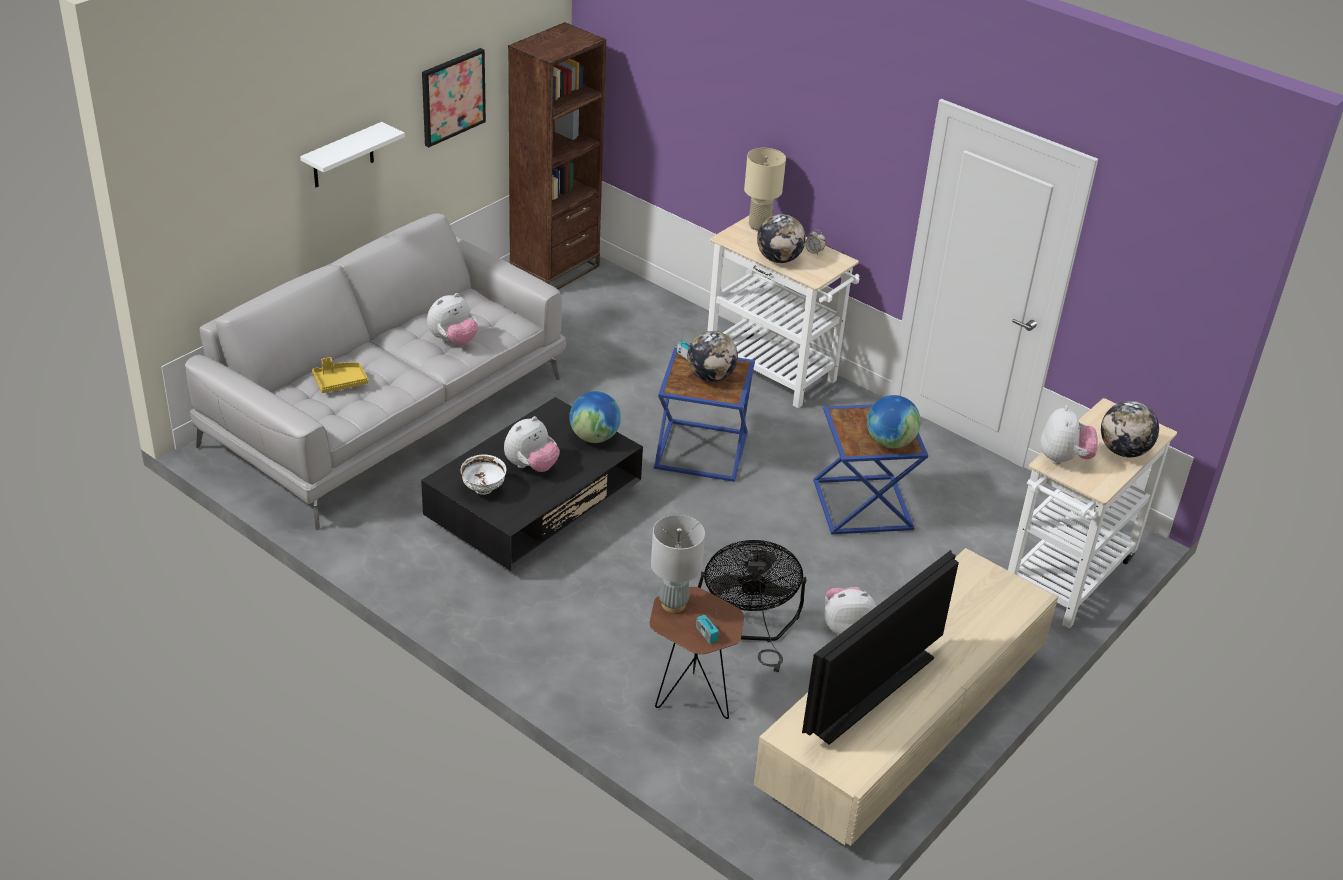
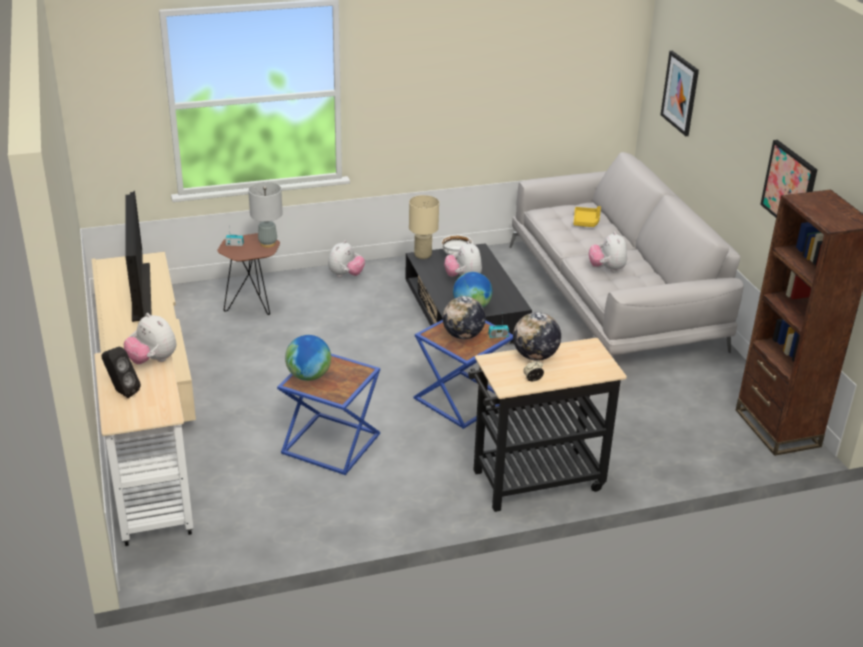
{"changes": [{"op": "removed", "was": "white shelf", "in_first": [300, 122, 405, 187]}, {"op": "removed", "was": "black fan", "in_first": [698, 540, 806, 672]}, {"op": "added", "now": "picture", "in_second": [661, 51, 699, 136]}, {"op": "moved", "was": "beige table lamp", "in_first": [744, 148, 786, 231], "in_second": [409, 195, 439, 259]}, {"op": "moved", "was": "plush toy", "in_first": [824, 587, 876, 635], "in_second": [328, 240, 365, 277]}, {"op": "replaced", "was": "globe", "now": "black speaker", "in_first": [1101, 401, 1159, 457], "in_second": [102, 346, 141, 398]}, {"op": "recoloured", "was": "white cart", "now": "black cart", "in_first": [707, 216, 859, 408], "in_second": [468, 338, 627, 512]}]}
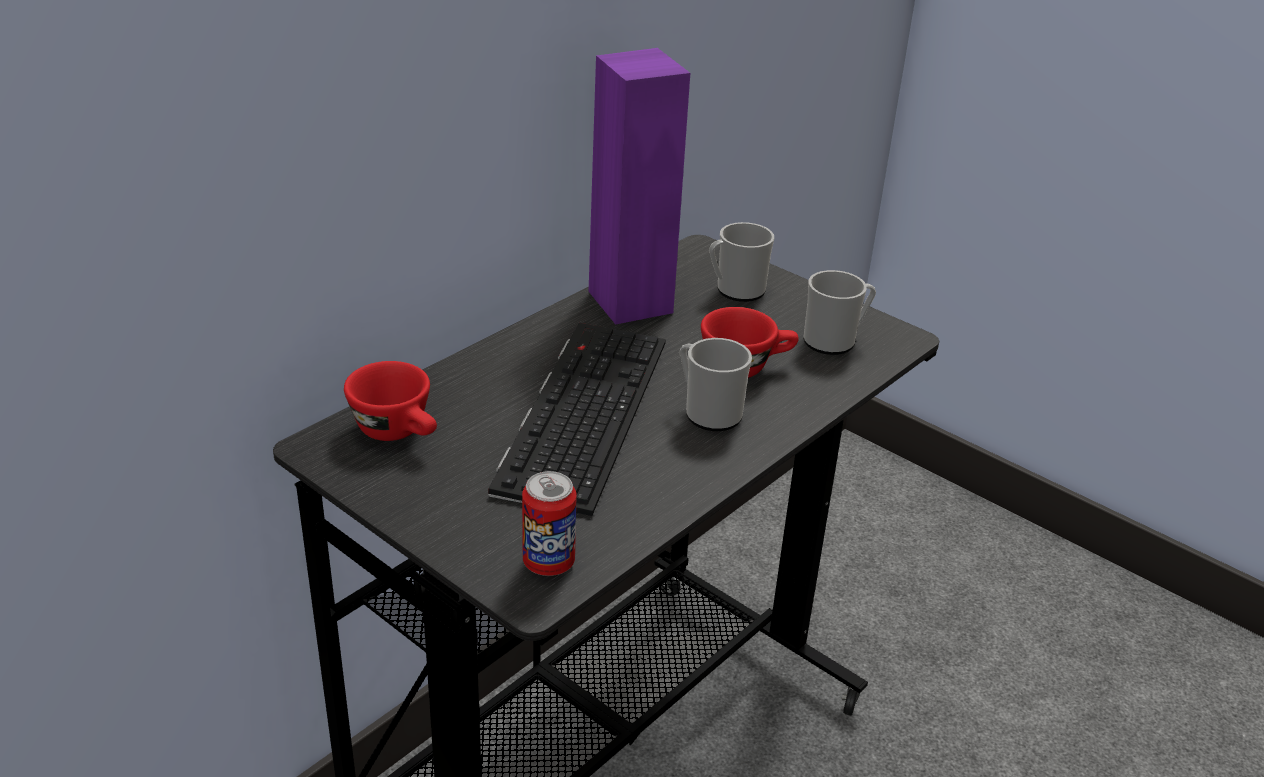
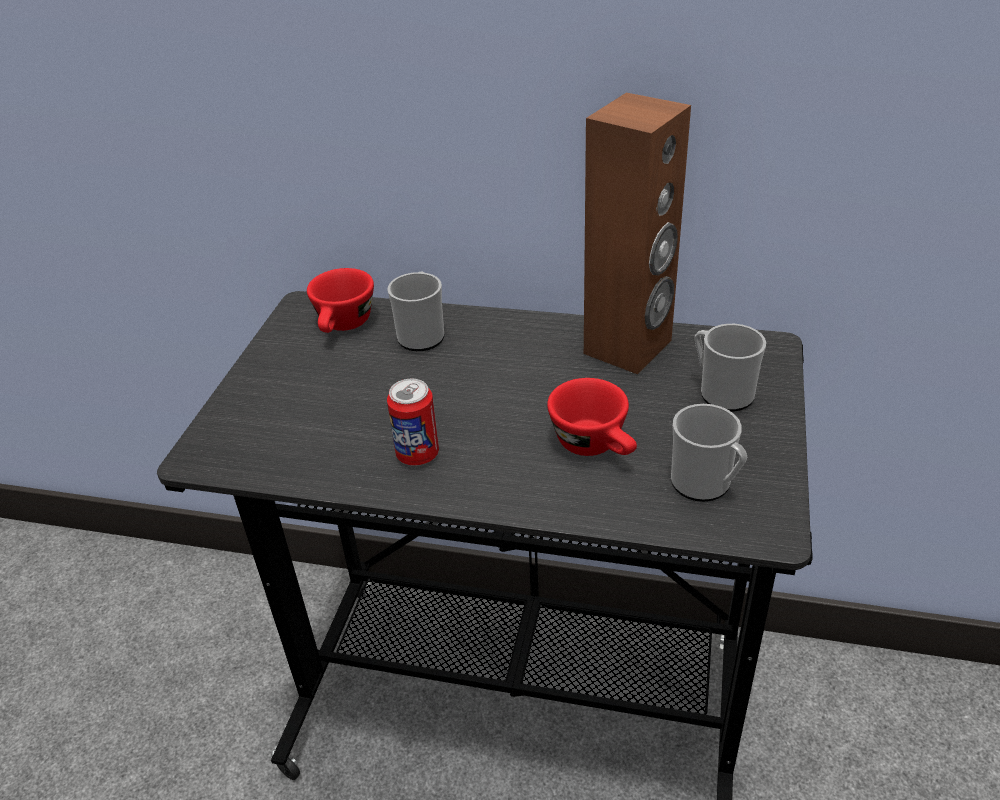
{"changes": [{"op": "removed", "was": "keyboard", "in_first": [488, 323, 666, 516]}, {"op": "moved", "was": "can", "in_first": [522, 471, 577, 576], "in_second": [387, 379, 439, 466]}, {"op": "moved", "was": "mug", "in_first": [680, 338, 752, 431], "in_second": [387, 272, 444, 351]}, {"op": "recoloured", "was": "purple speaker", "now": "brown speaker", "in_first": [588, 48, 690, 325], "in_second": [584, 93, 691, 374]}]}
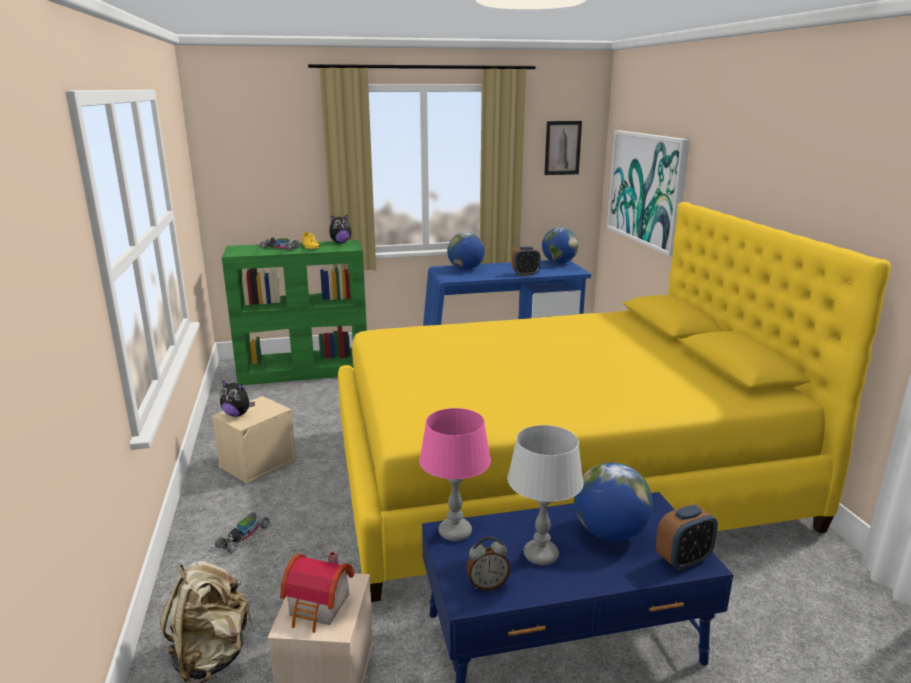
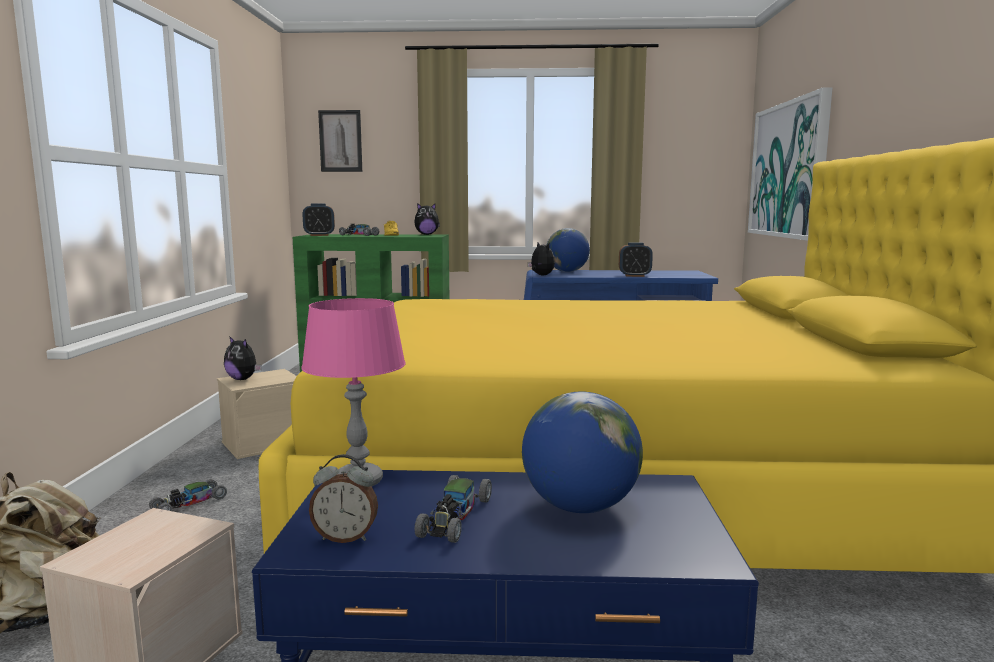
{"changes": [{"op": "removed", "was": "toy house", "in_first": [280, 551, 354, 633]}, {"op": "removed", "was": "globe", "in_first": [542, 227, 578, 264]}, {"op": "added", "now": "plush toy", "in_second": [528, 242, 555, 276]}, {"op": "moved", "was": "picture", "in_first": [544, 121, 582, 175], "in_second": [318, 110, 362, 172]}, {"op": "moved", "was": "alarm clock", "in_first": [656, 504, 718, 570], "in_second": [303, 204, 335, 236]}, {"op": "replaced", "was": "grey table lamp", "now": "toy car", "in_first": [507, 425, 584, 565], "in_second": [415, 475, 492, 543]}]}
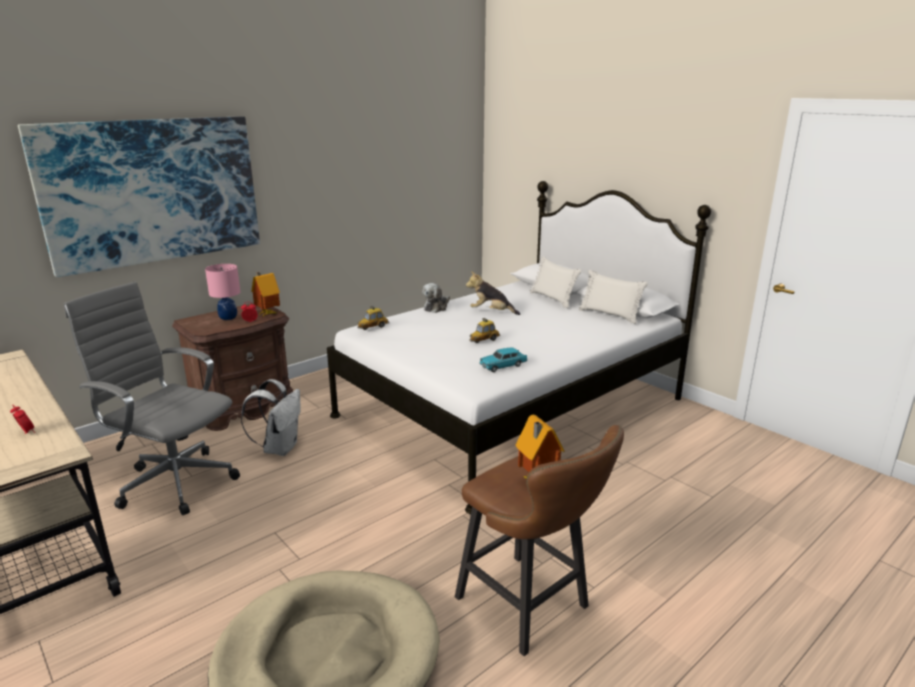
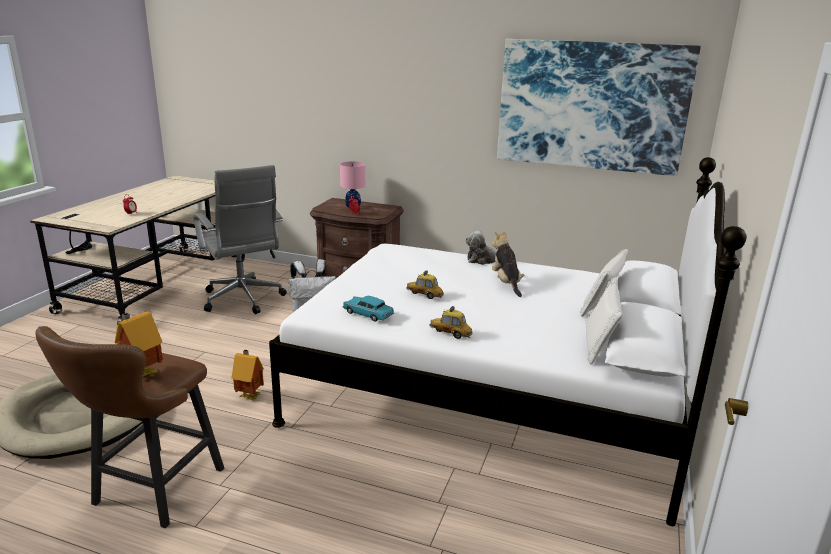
{"changes": [{"op": "moved", "was": "picture", "in_first": [18, 116, 260, 277], "in_second": [497, 39, 701, 176]}, {"op": "moved", "was": "toy house", "in_first": [251, 272, 280, 316], "in_second": [232, 350, 264, 400]}, {"op": "moved", "was": "toy car", "in_first": [357, 306, 389, 330], "in_second": [429, 306, 473, 339]}, {"op": "turned", "was": "grey office chair", "in_first": [64, 282, 240, 515], "in_second": [193, 165, 287, 314], "clockwise": 150}]}
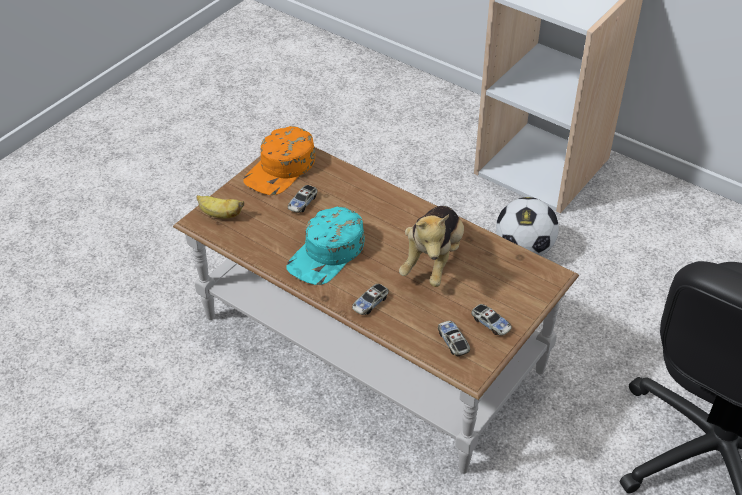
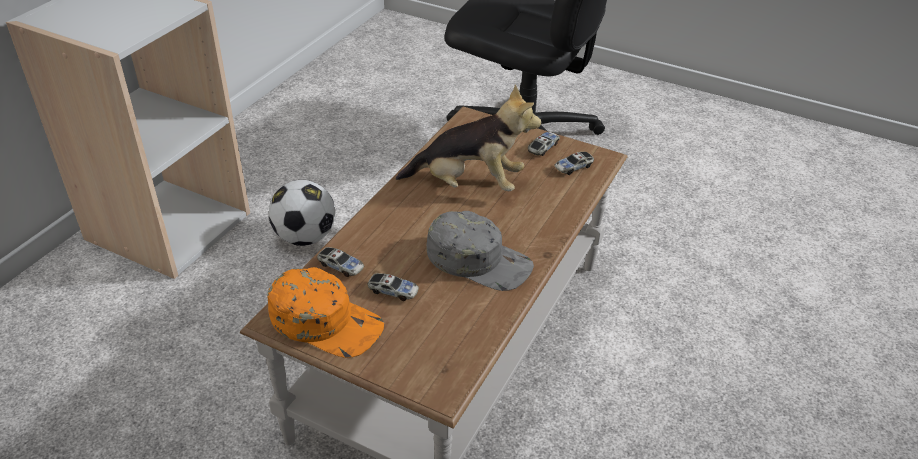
{"changes": [{"op": "removed", "was": "banana", "in_first": [197, 195, 244, 218]}, {"op": "moved", "was": "toy car", "in_first": [352, 284, 389, 315], "in_second": [317, 247, 364, 277]}, {"op": "recoloured", "was": "turquoise cap", "now": "grey cap", "in_first": [287, 206, 365, 285], "in_second": [427, 211, 534, 291]}]}
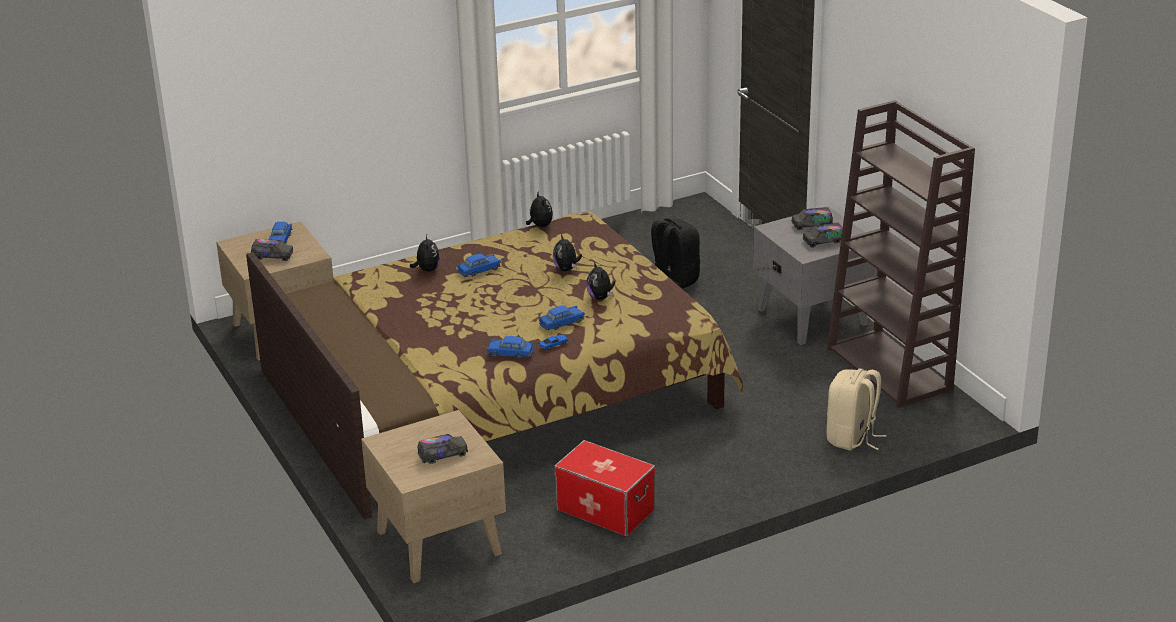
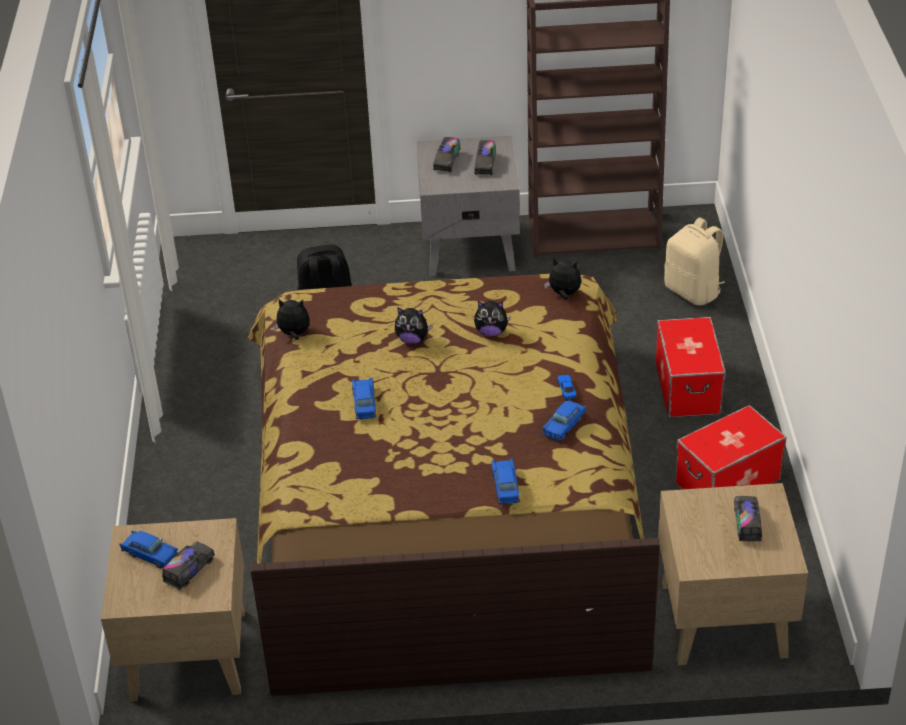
{"changes": [{"op": "added", "now": "storage box", "in_second": [656, 317, 726, 417]}, {"op": "moved", "was": "plush toy", "in_first": [410, 235, 440, 272], "in_second": [544, 258, 581, 300]}, {"op": "moved", "was": "blue toy car", "in_first": [539, 306, 585, 331], "in_second": [491, 458, 520, 504]}]}
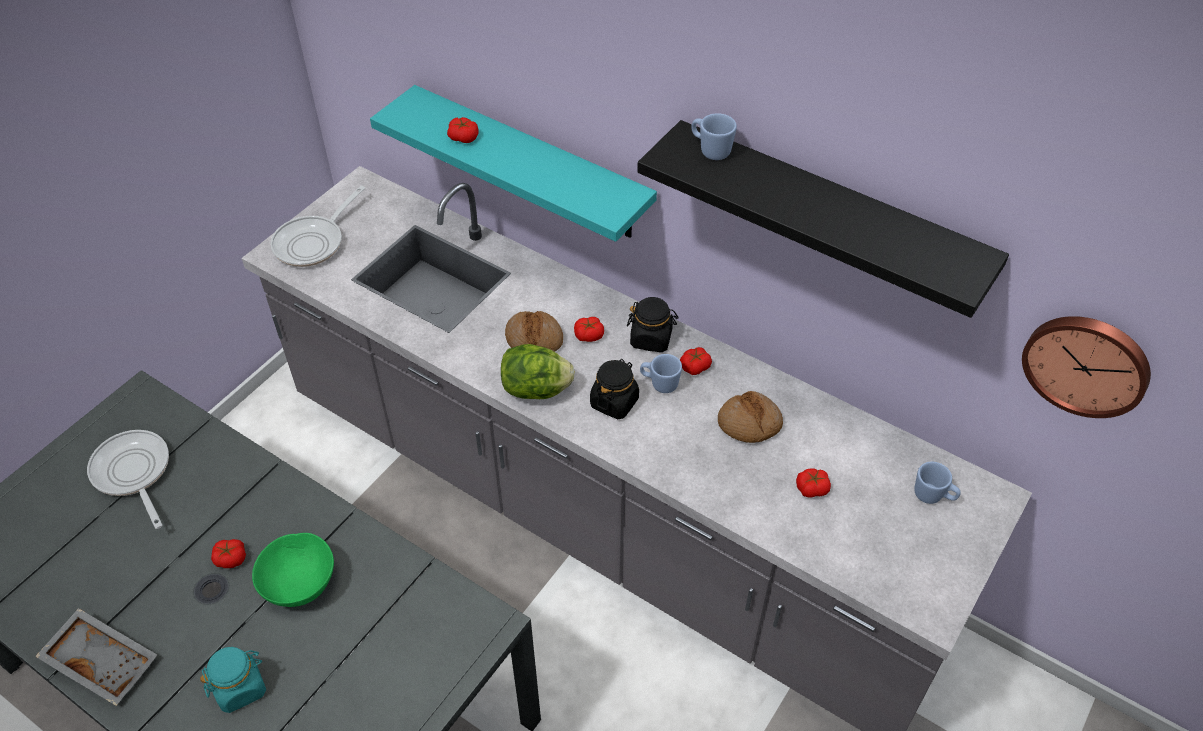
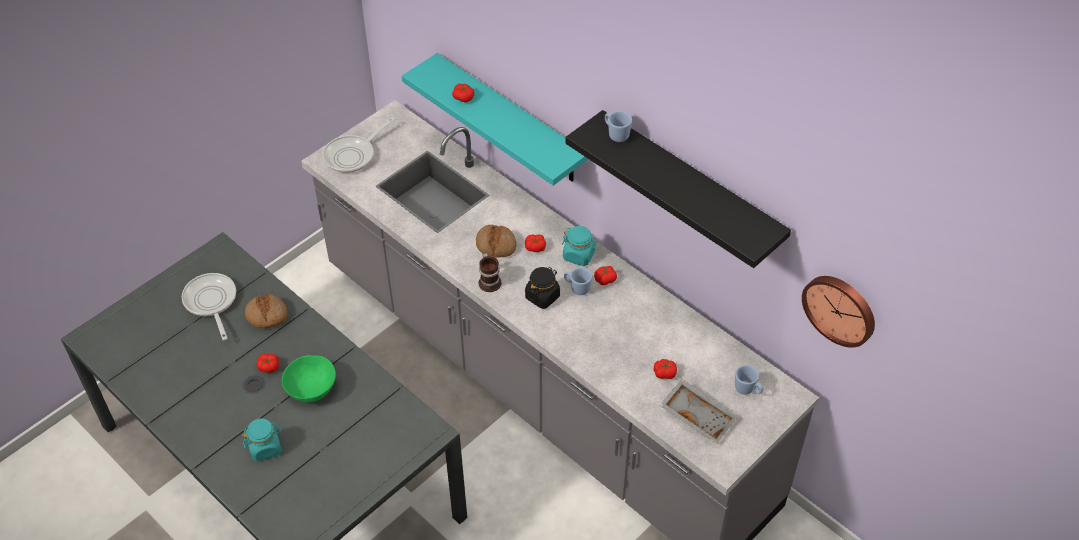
{"changes": [{"op": "moved", "was": "grey tray", "in_first": [35, 608, 157, 706], "in_second": [660, 379, 738, 445]}, {"op": "moved", "was": "bread", "in_first": [718, 391, 783, 443], "in_second": [245, 294, 287, 328]}, {"op": "replaced", "was": "lettuce", "now": "mug", "in_first": [501, 344, 575, 399], "in_second": [478, 253, 502, 292]}, {"op": "recoloured", "was": "black jar", "now": "turquoise jar", "in_first": [627, 297, 678, 352], "in_second": [562, 226, 598, 266]}]}
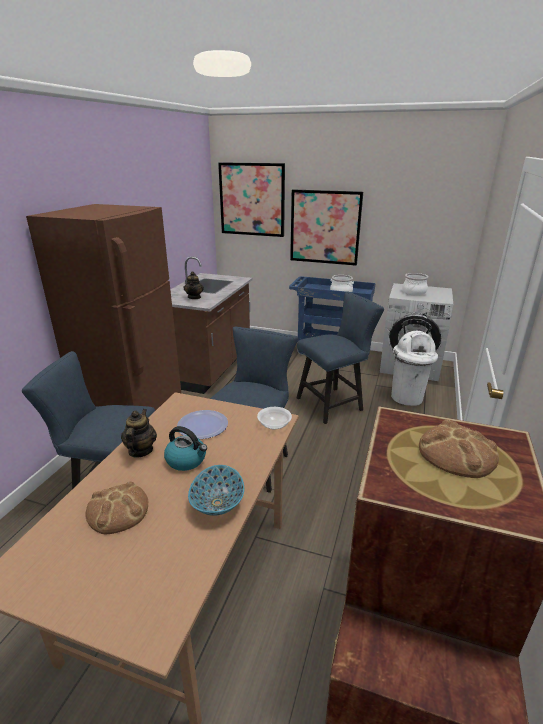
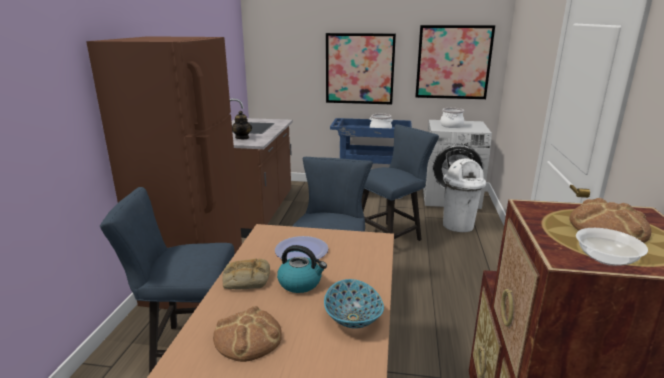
{"changes": [{"op": "moved", "was": "picture", "in_first": [218, 162, 285, 237], "in_second": [415, 25, 495, 99]}, {"op": "moved", "was": "bowl", "in_first": [257, 407, 292, 429], "in_second": [576, 228, 648, 266]}, {"op": "replaced", "was": "teapot", "now": "bread", "in_first": [121, 409, 157, 458], "in_second": [222, 259, 270, 289]}]}
